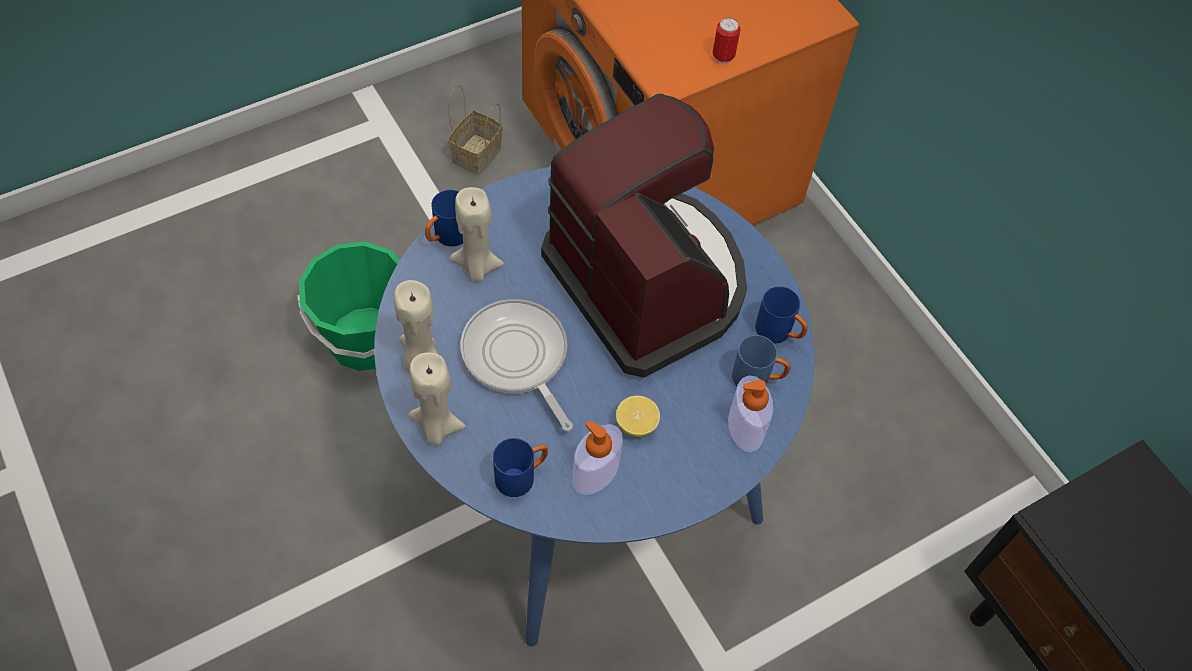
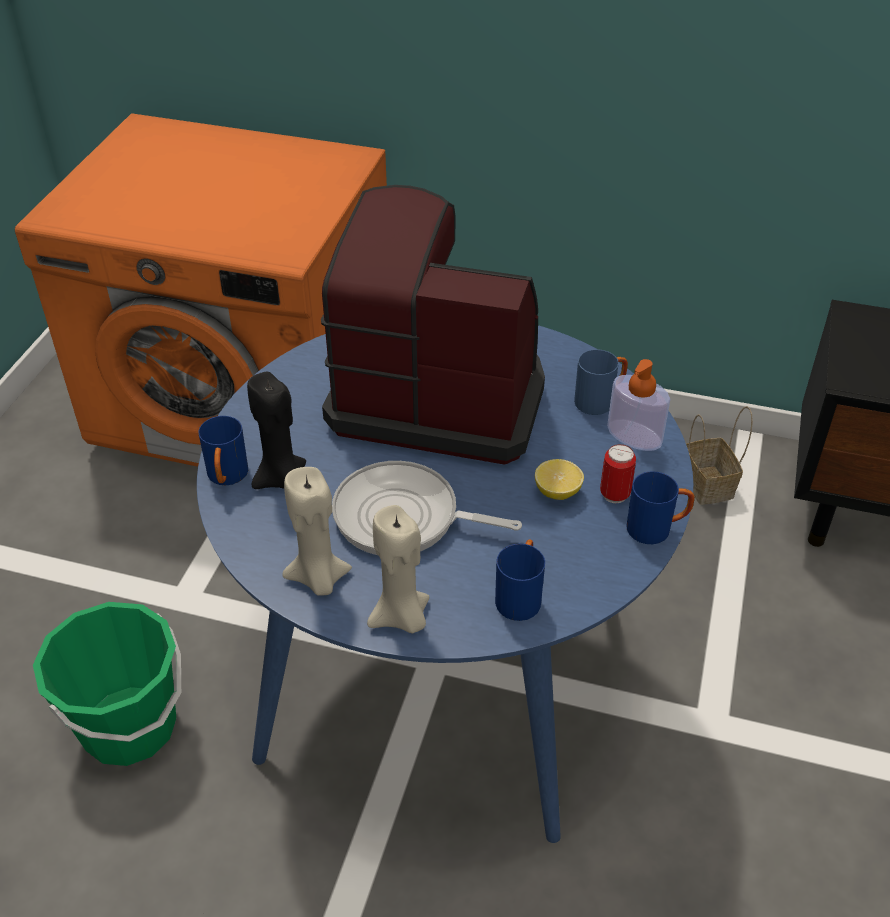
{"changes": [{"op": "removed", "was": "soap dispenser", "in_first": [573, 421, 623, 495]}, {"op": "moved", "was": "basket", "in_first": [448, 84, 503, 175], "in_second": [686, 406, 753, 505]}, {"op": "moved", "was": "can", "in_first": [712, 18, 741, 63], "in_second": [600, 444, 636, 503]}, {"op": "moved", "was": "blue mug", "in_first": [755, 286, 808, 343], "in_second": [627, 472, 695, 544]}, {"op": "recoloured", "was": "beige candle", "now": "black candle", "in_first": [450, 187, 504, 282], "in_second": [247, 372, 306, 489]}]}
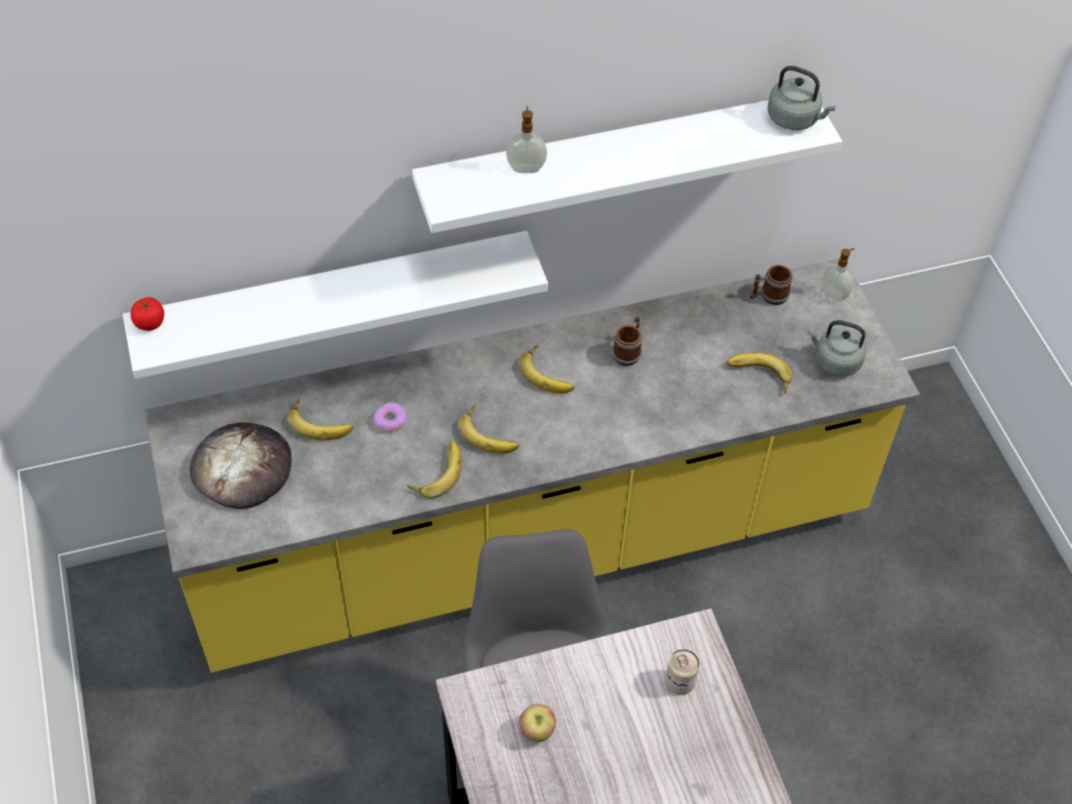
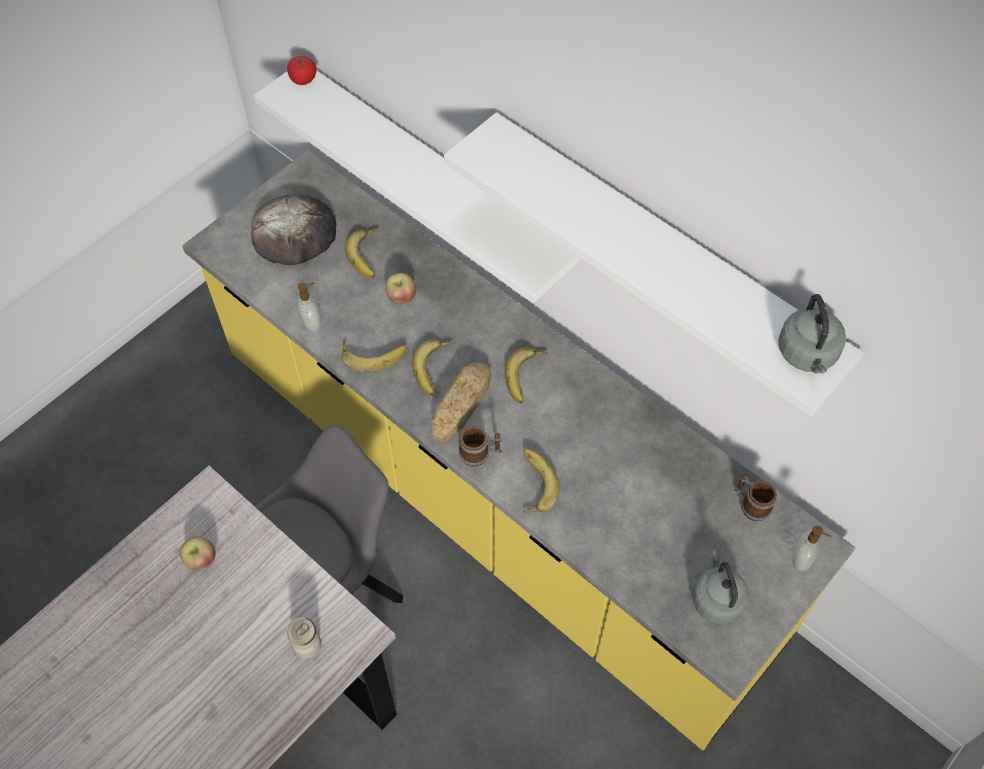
{"changes": [{"op": "added", "now": "bread", "in_second": [433, 362, 491, 443]}, {"op": "moved", "was": "soap dispenser", "in_first": [506, 106, 547, 173], "in_second": [296, 283, 321, 332]}, {"op": "moved", "was": "mug", "in_first": [612, 316, 642, 366], "in_second": [459, 427, 502, 466]}, {"op": "moved", "was": "banana", "in_first": [727, 352, 792, 393], "in_second": [523, 449, 560, 513]}, {"op": "replaced", "was": "donut", "now": "apple", "in_first": [373, 402, 407, 432], "in_second": [385, 273, 416, 304]}]}
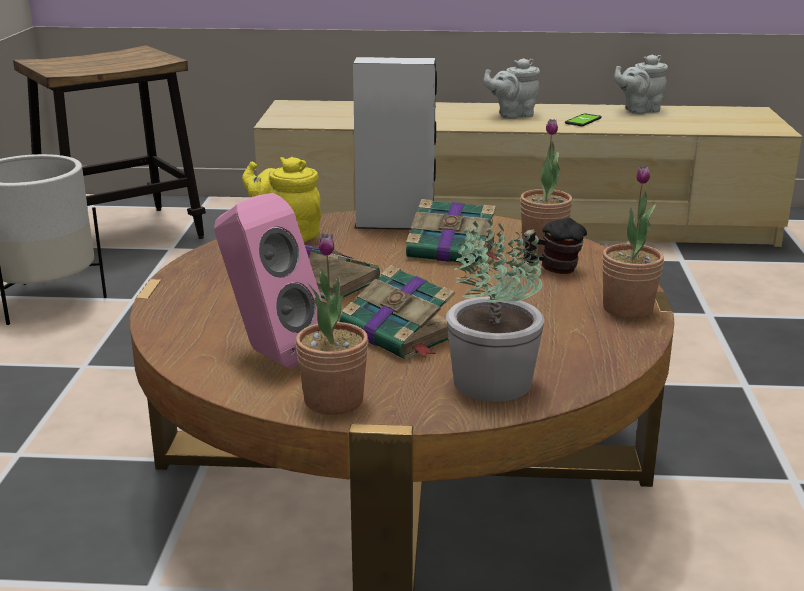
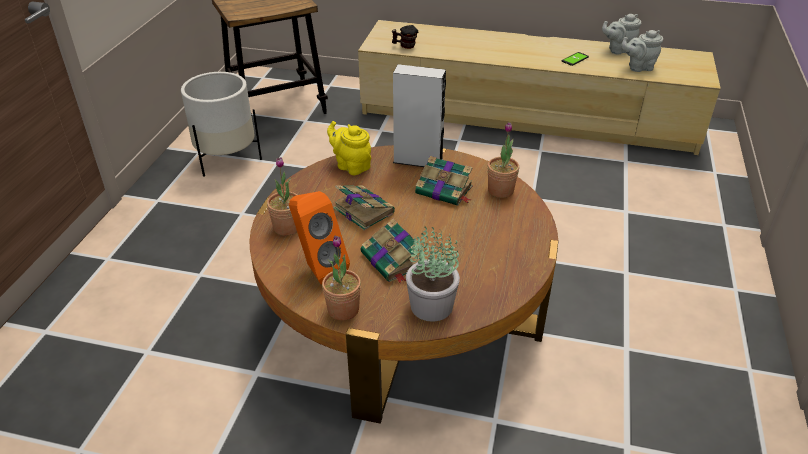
{"changes": [{"op": "moved", "was": "grey teapot", "in_first": [484, 58, 540, 119], "in_second": [621, 30, 663, 72]}, {"op": "moved", "was": "mug", "in_first": [522, 218, 587, 274], "in_second": [392, 25, 418, 49]}, {"op": "moved", "was": "potted plant", "in_first": [602, 165, 664, 319], "in_second": [267, 157, 297, 236]}, {"op": "recoloured", "was": "pink speaker", "now": "orange speaker", "in_first": [214, 193, 322, 369], "in_second": [289, 191, 350, 285]}]}
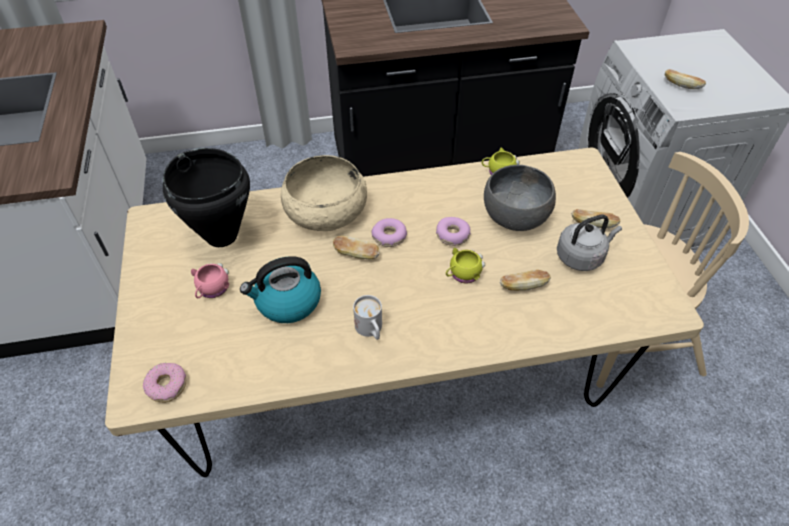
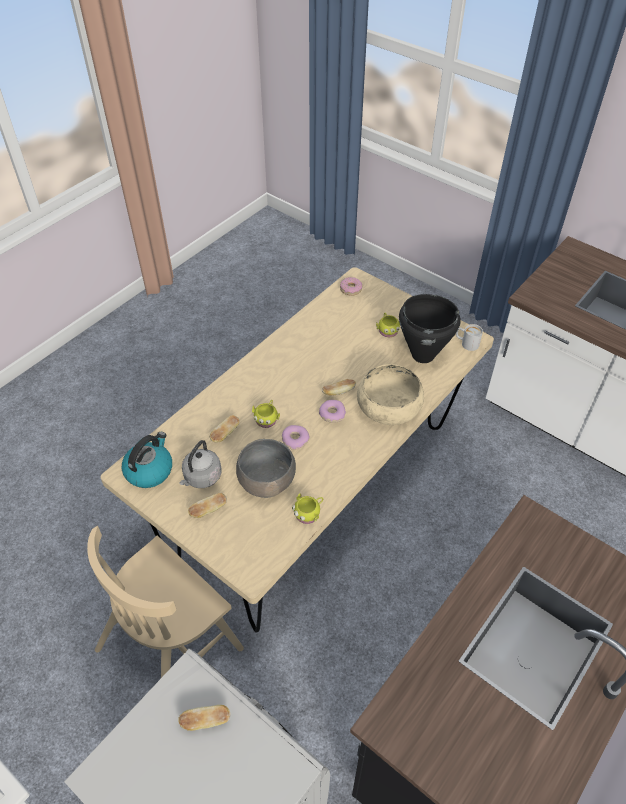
{"changes": [{"op": "moved", "was": "kettle", "in_first": [240, 256, 321, 323], "in_second": [122, 432, 172, 488]}, {"op": "moved", "was": "white mug", "in_first": [353, 295, 382, 340], "in_second": [456, 324, 483, 351]}, {"op": "recoloured", "was": "pink mug", "now": "yellow mug", "in_first": [191, 263, 229, 298], "in_second": [376, 313, 400, 337]}]}
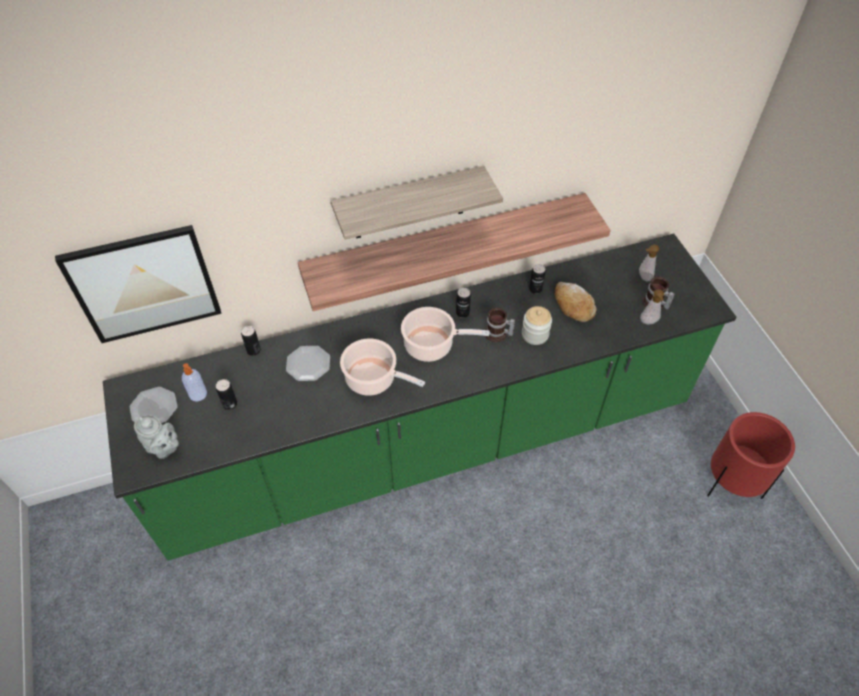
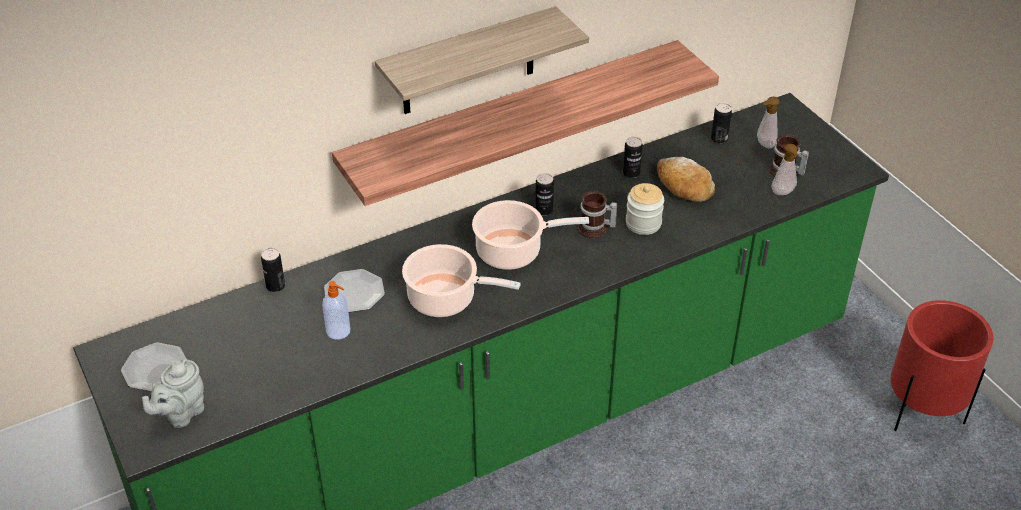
{"changes": [{"op": "removed", "was": "picture", "in_first": [55, 225, 221, 343]}, {"op": "moved", "was": "soap dispenser", "in_first": [182, 363, 207, 402], "in_second": [322, 281, 350, 340]}, {"op": "moved", "was": "can", "in_first": [216, 379, 237, 410], "in_second": [711, 103, 732, 144]}, {"op": "turned", "was": "grey teapot", "in_first": [134, 415, 179, 459], "in_second": [142, 359, 204, 428], "clockwise": 105}]}
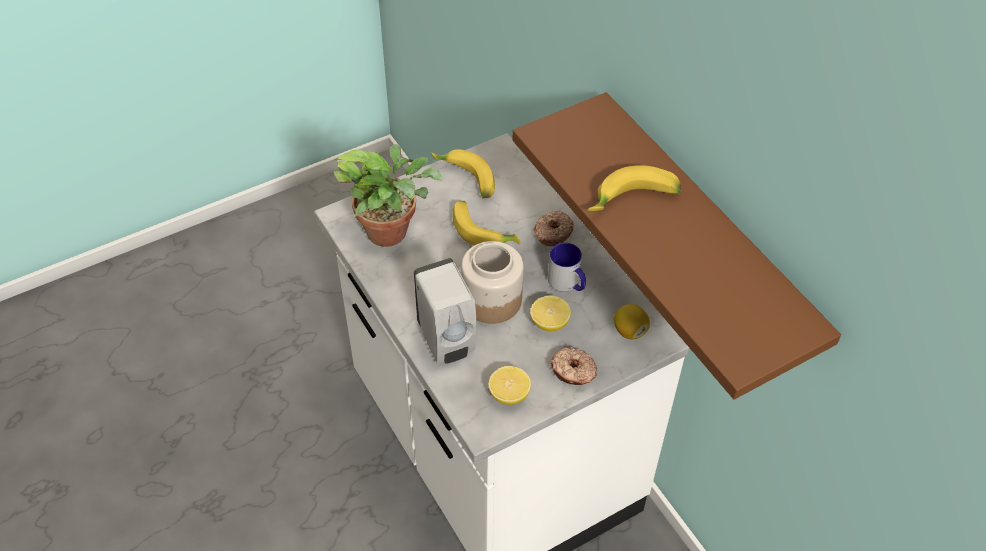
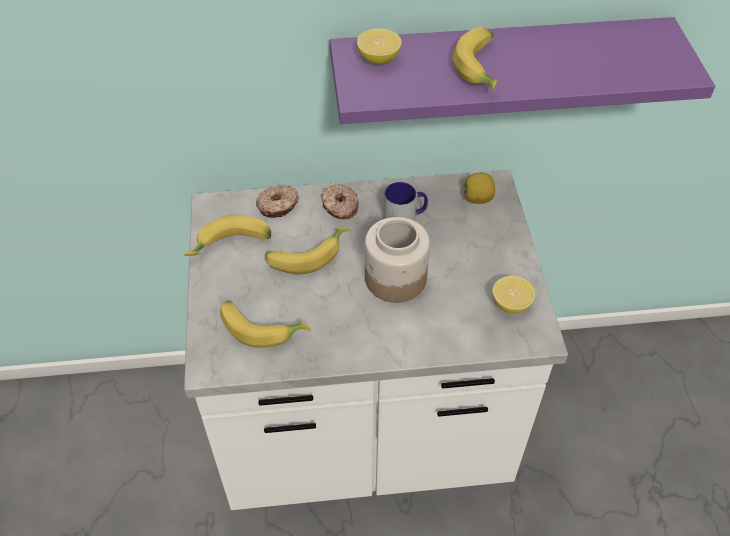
{"changes": [{"op": "removed", "was": "white soap dispenser", "in_first": [414, 258, 477, 364]}, {"op": "moved", "was": "lemon", "in_first": [530, 295, 571, 331], "in_second": [357, 29, 402, 64]}, {"op": "moved", "was": "donut", "in_first": [550, 347, 597, 385], "in_second": [256, 185, 299, 218]}, {"op": "replaced", "was": "potted plant", "now": "banana", "in_first": [334, 144, 443, 247], "in_second": [220, 301, 311, 348]}, {"op": "recoloured", "was": "brown shelf", "now": "purple shelf", "in_first": [512, 92, 841, 400], "in_second": [330, 17, 715, 124]}]}
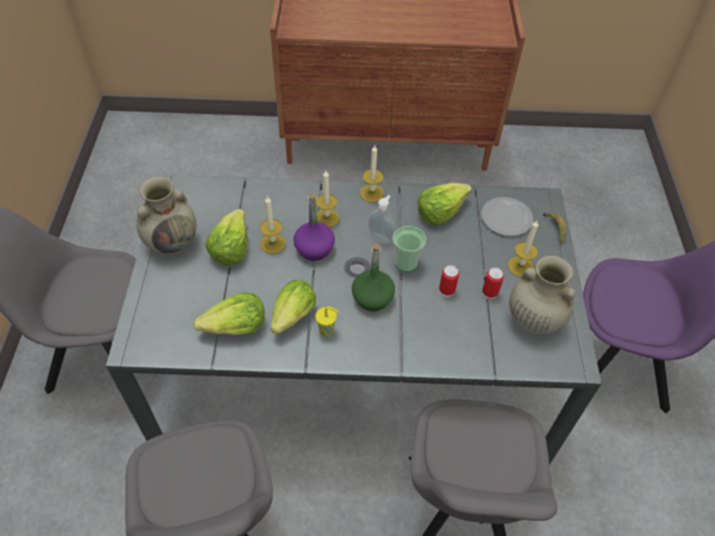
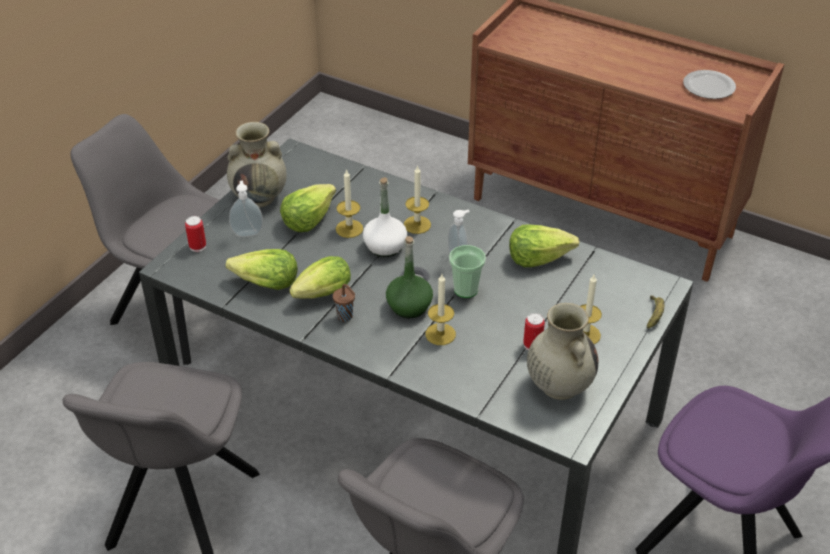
{"changes": [{"op": "added", "now": "soap dispenser", "in_second": [229, 181, 263, 237]}, {"op": "moved", "was": "candle", "in_first": [360, 145, 384, 202], "in_second": [426, 274, 456, 345]}, {"op": "moved", "was": "can", "in_first": [439, 265, 459, 297], "in_second": [185, 216, 206, 252]}, {"op": "moved", "was": "plate", "in_first": [481, 197, 533, 236], "in_second": [683, 70, 736, 99]}, {"op": "recoloured", "was": "purple bottle", "now": "white bottle", "in_first": [293, 193, 335, 261], "in_second": [363, 177, 407, 257]}, {"op": "recoloured", "was": "yellow cup", "now": "brown cup", "in_first": [315, 307, 339, 337], "in_second": [333, 284, 355, 322]}]}
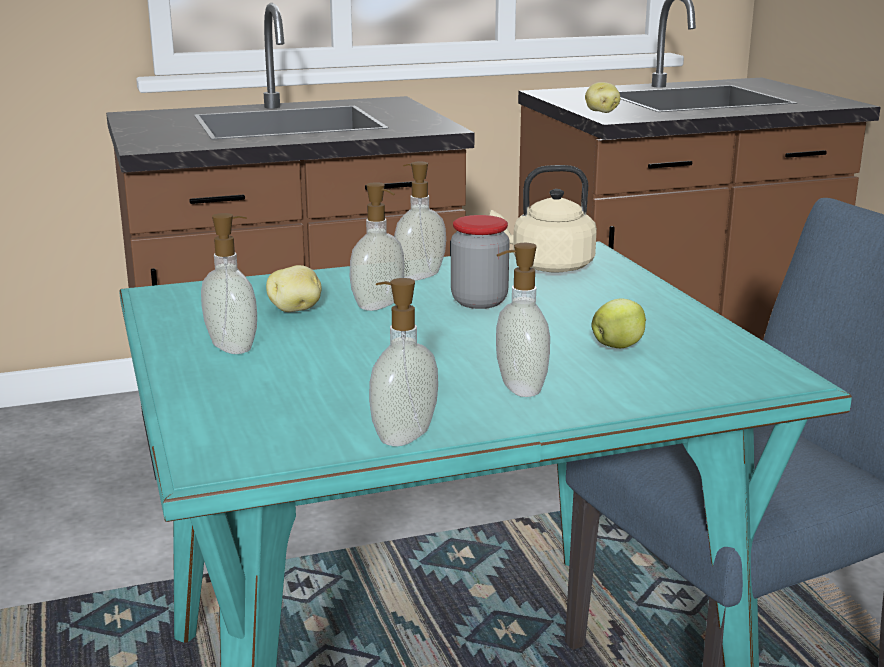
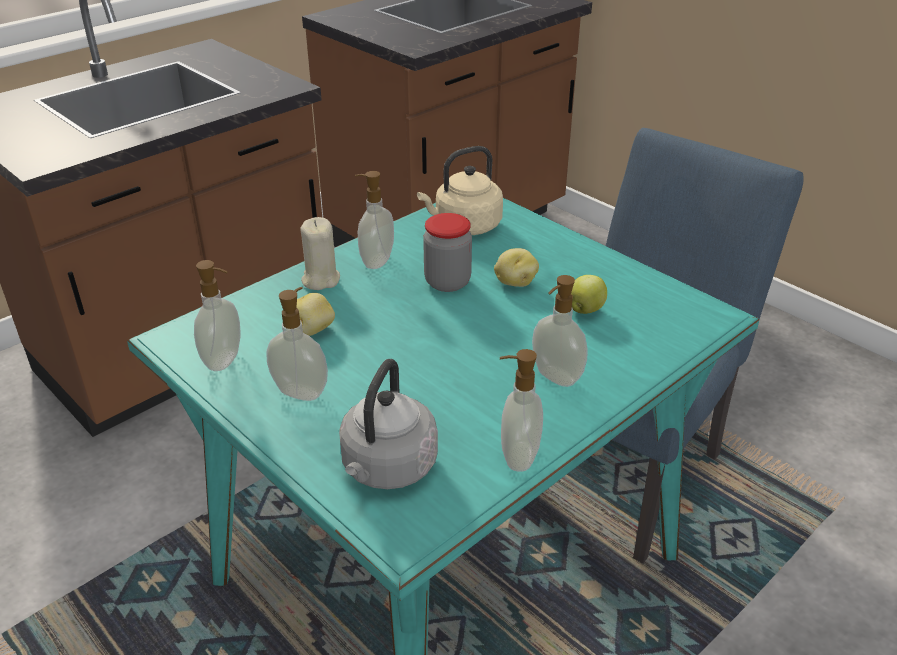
{"changes": [{"op": "added", "now": "beige candle", "in_second": [301, 217, 340, 290]}, {"op": "added", "now": "grey kettle", "in_second": [339, 359, 438, 489]}, {"op": "moved", "was": "soap dispenser", "in_first": [350, 182, 404, 311], "in_second": [194, 260, 241, 371]}, {"op": "moved", "was": "potato", "in_first": [585, 82, 620, 113], "in_second": [494, 248, 539, 287]}]}
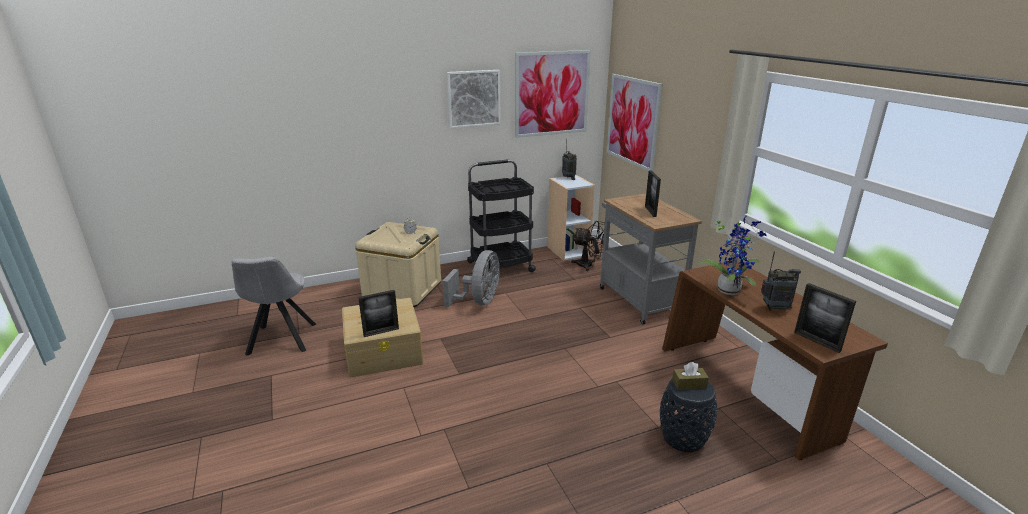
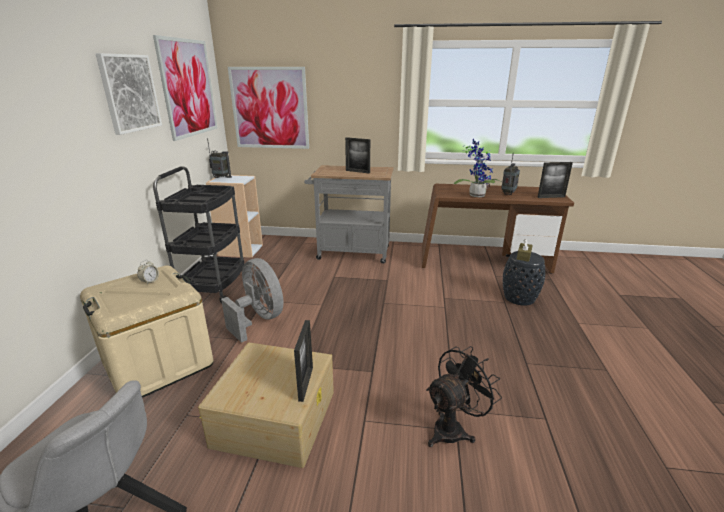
{"changes": [{"op": "moved", "was": "black fan", "in_first": [571, 221, 605, 271], "in_second": [426, 346, 502, 447]}]}
